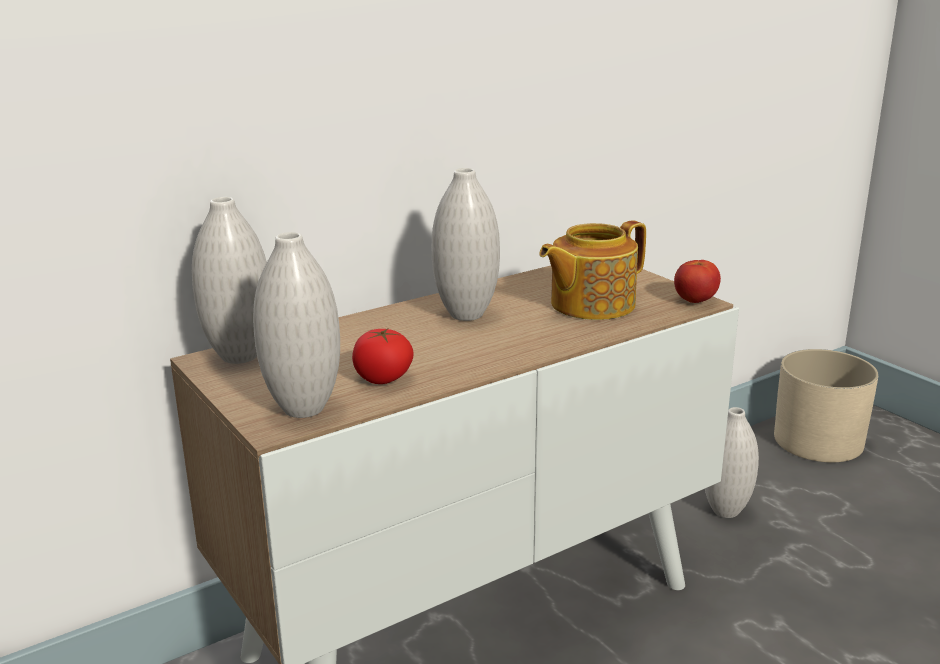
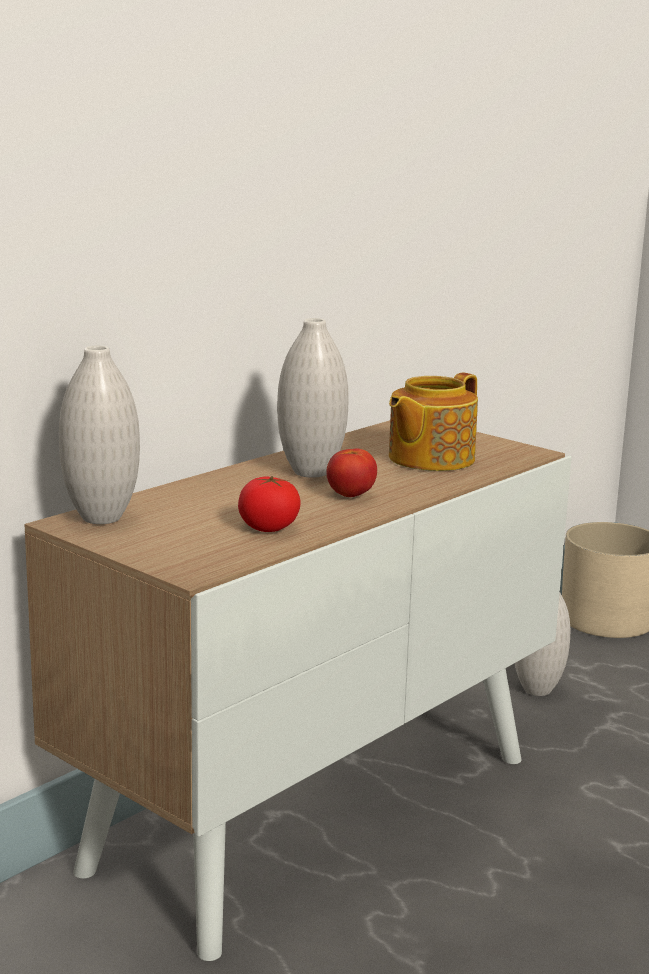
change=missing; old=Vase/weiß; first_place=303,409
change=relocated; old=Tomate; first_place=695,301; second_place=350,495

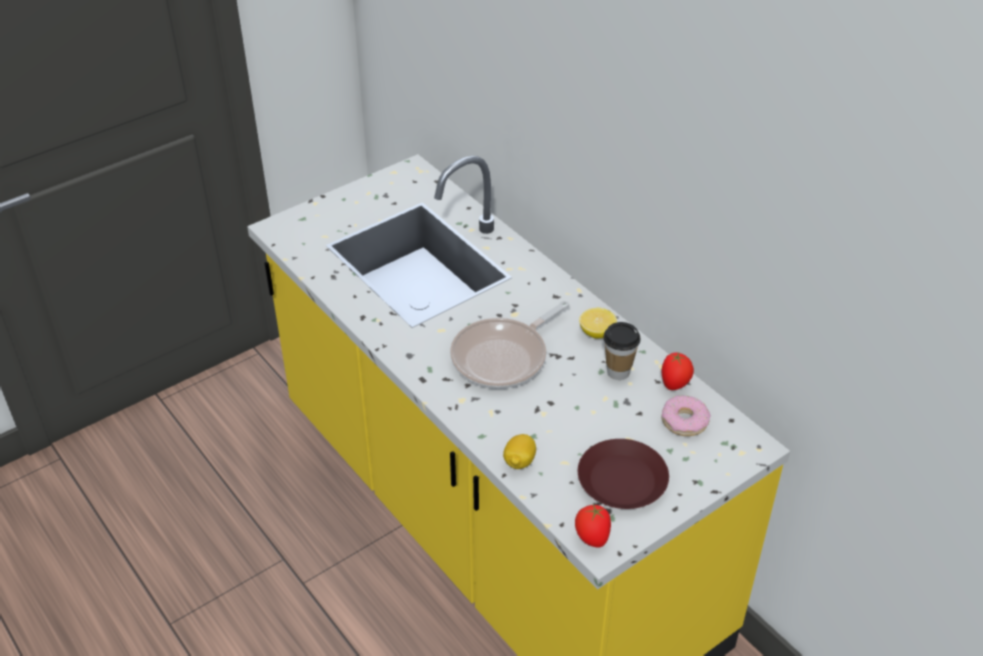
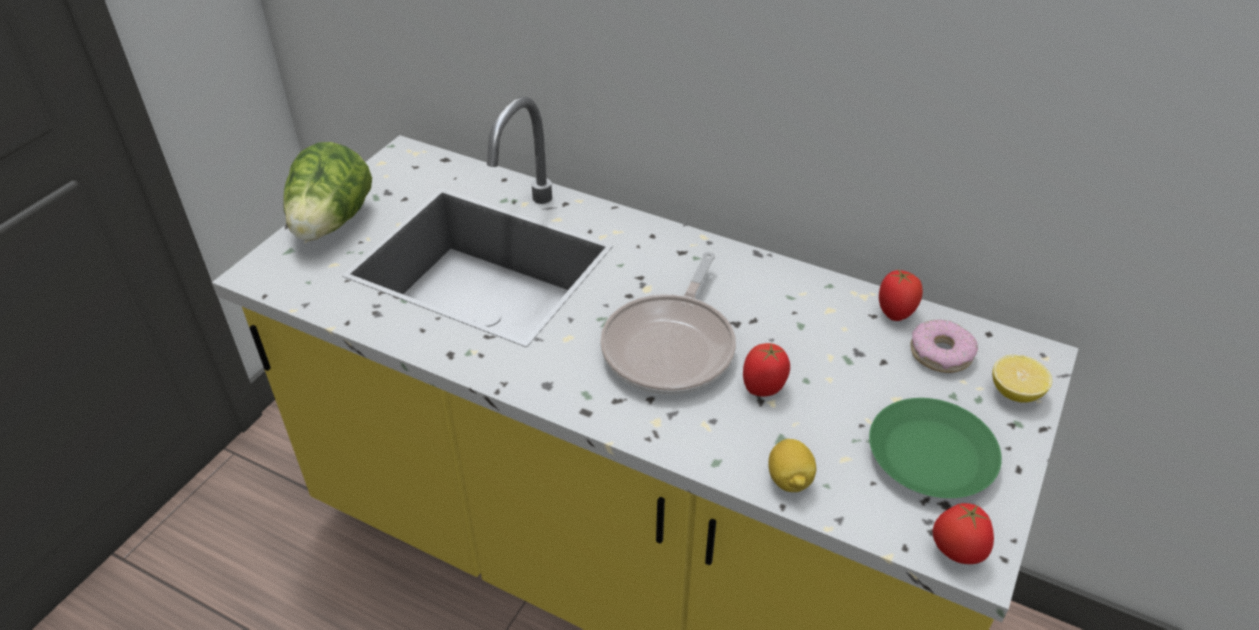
change=relocated; old=Zitrone; first_place=597,333; second_place=1015,393
change=missing; old=Tasse; first_place=618,372
change=colour; old=Teller/braun; new=Teller/grün; first_place=621,480; second_place=929,456
change=appeared; new=Salatkopf; second_place=331,224
change=appeared; new=Tomate; second_place=764,388

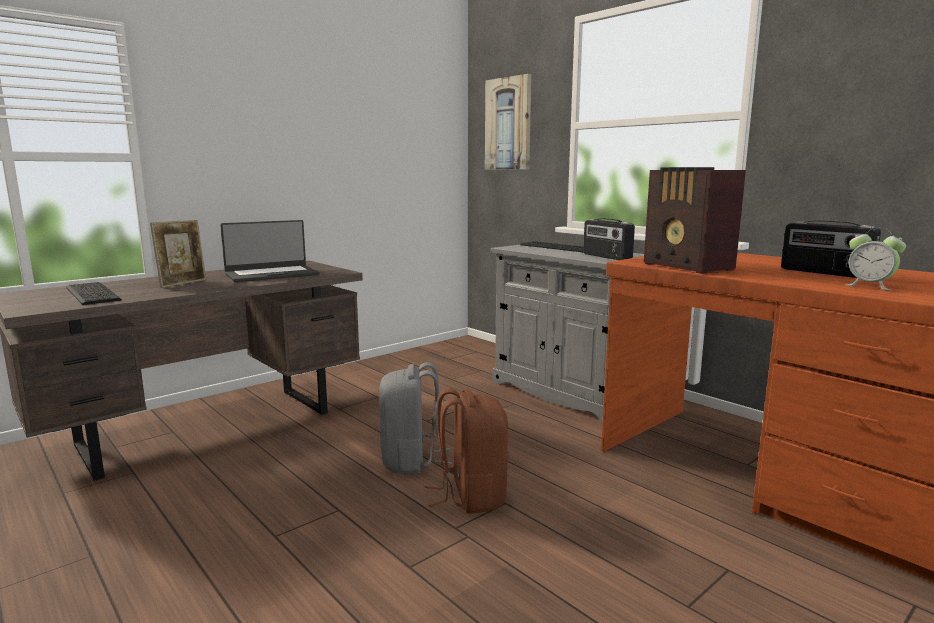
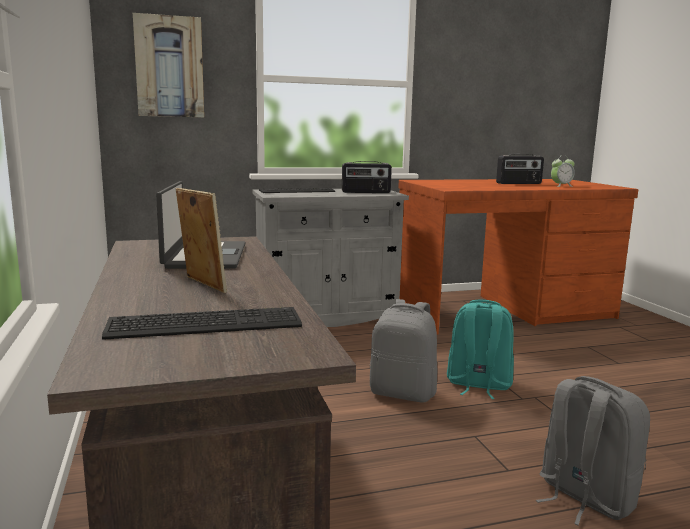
change=missing; old=Radio; first_place=688,267
change=colour; old=Rucksack/braun; new=Rucksack/türkis; first_place=470,495; second_place=478,384
change=appeared; new=Rucksack/grau; second_place=584,497

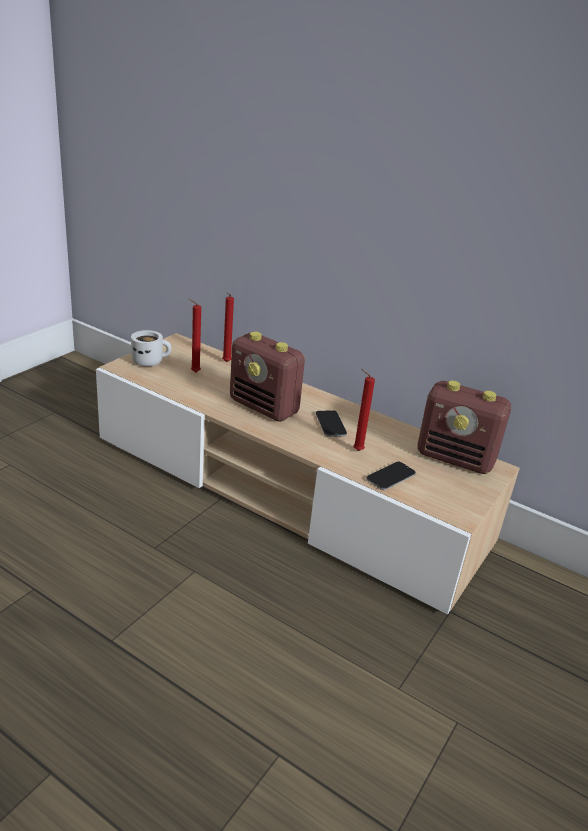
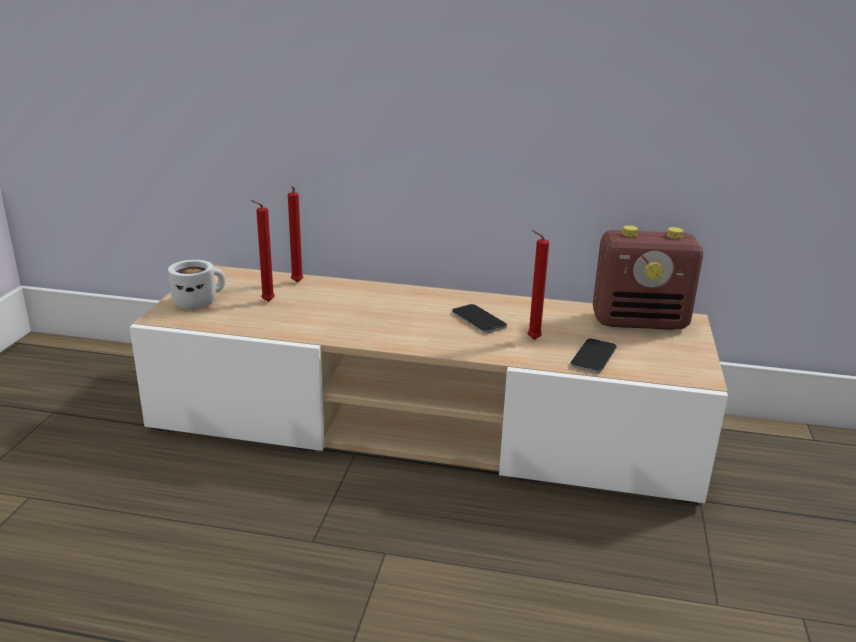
change=missing; old=Radio; first_place=264,407

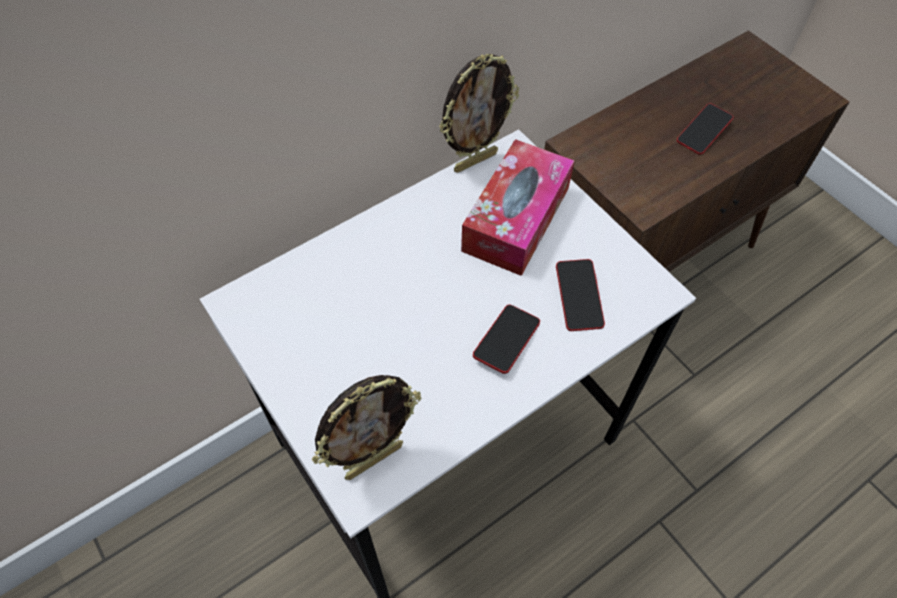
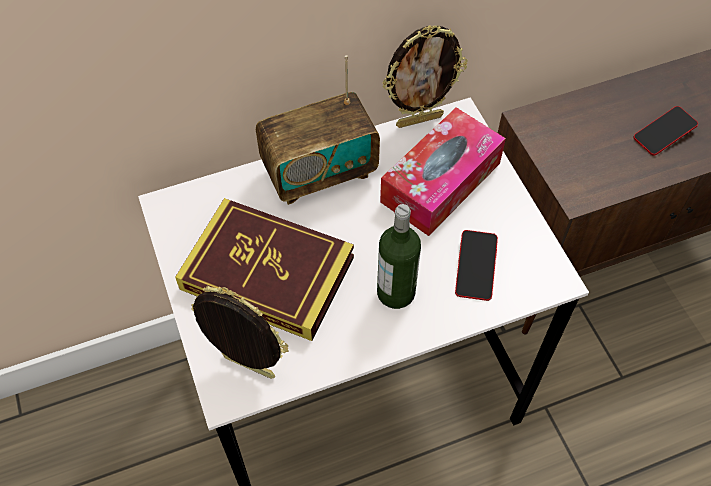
change=exchanged; old=Handy; new=Flasche; first_place=506,341; second_place=396,292
change=spun; old=Bilderrahmen; first_place=373,459; second_place=247,368; degrees=-135
change=appeared; new=Radio; second_place=319,172
change=appeared; new=Buch; second_place=267,273

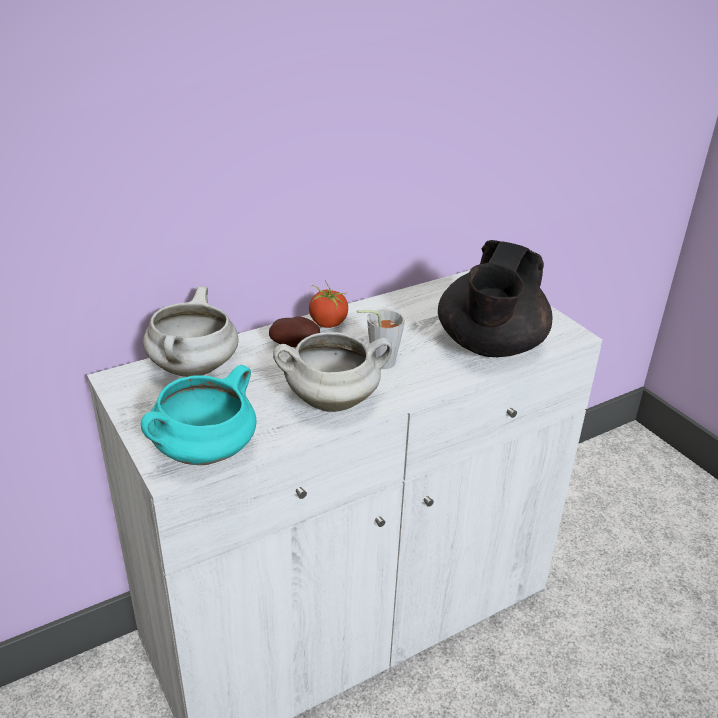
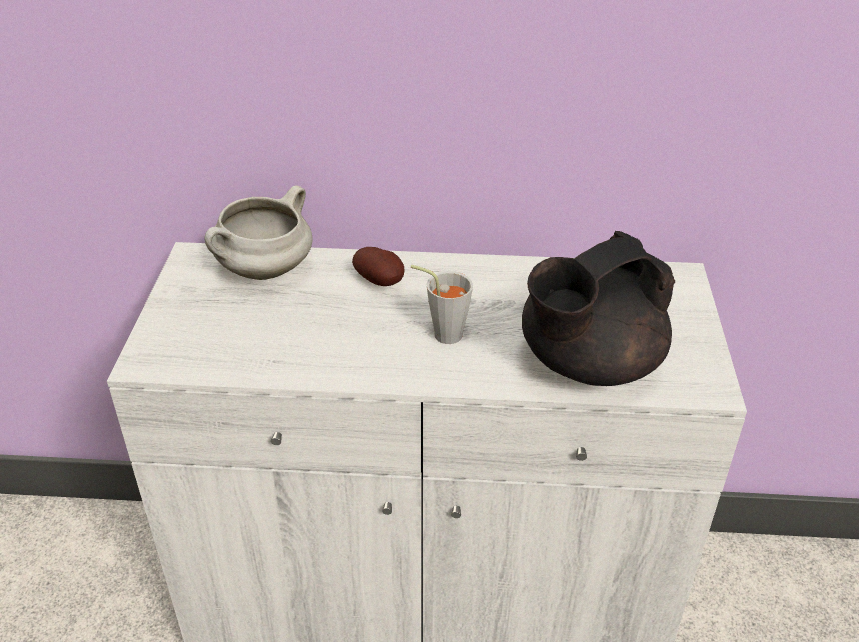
change=missing; old=Tomate; first_place=328,323
change=missing; old=Kochtopf/weiß; first_place=333,401
change=missing; old=Kochtopf/türkis; first_place=204,454

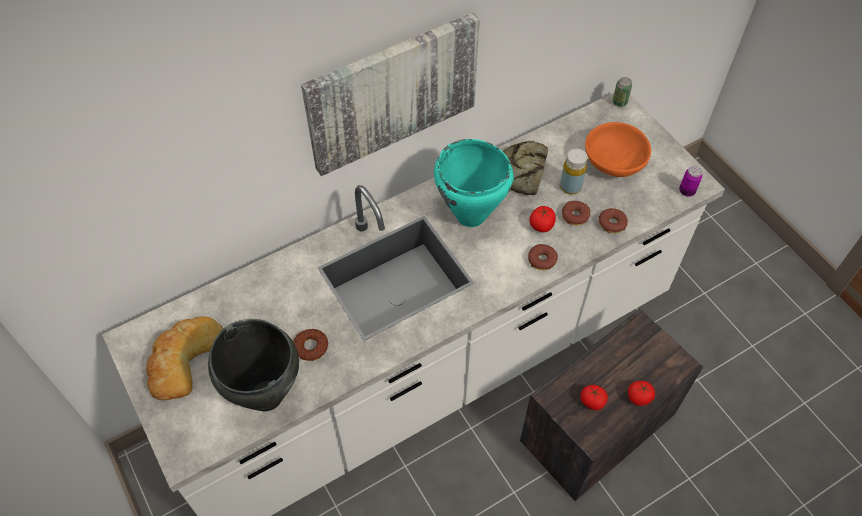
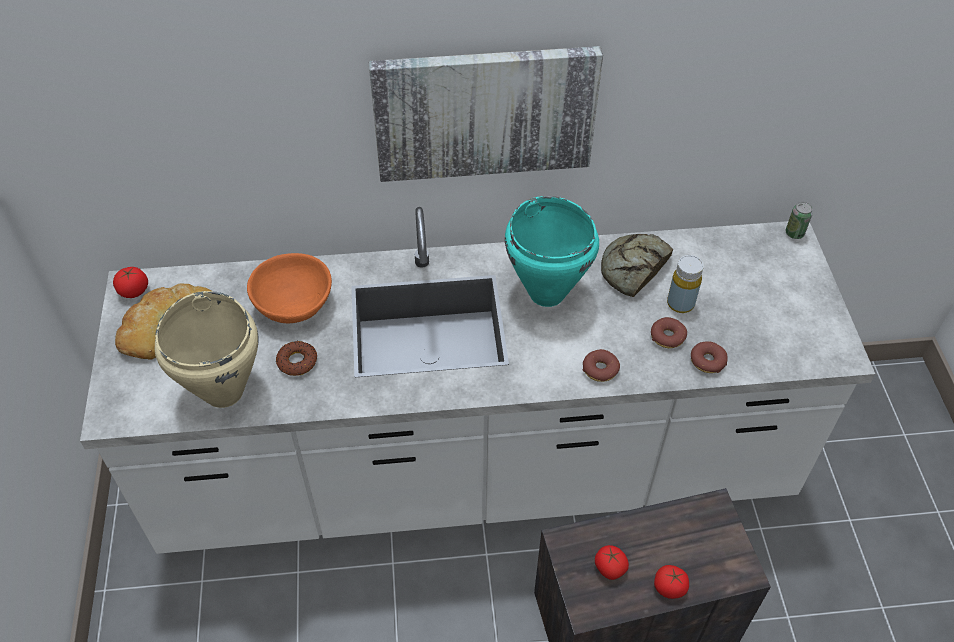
change=relocated; old=Schüssel/orange; first_place=614,163; second_place=294,305
change=missing; old=Dose; first_place=687,191
change=relocated; old=Tomate; first_place=541,225; second_place=134,291
change=colour; old=Kochtopf/schwarz; new=Kochtopf/beige; first_place=266,397; second_place=223,392

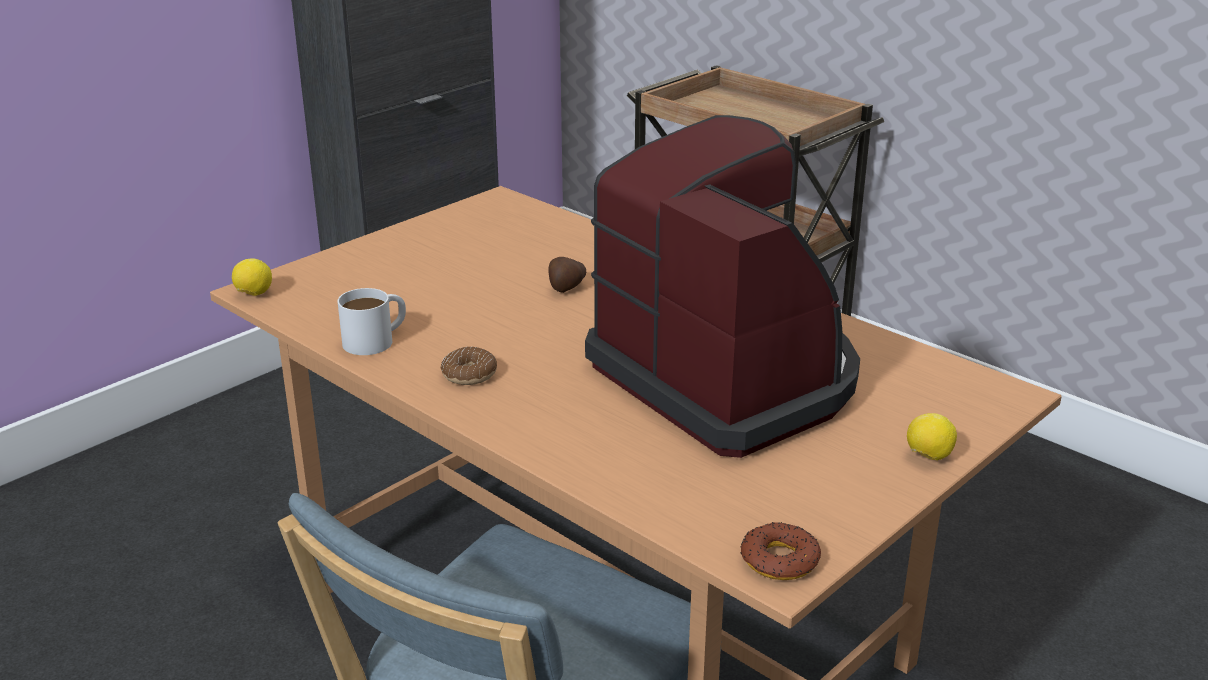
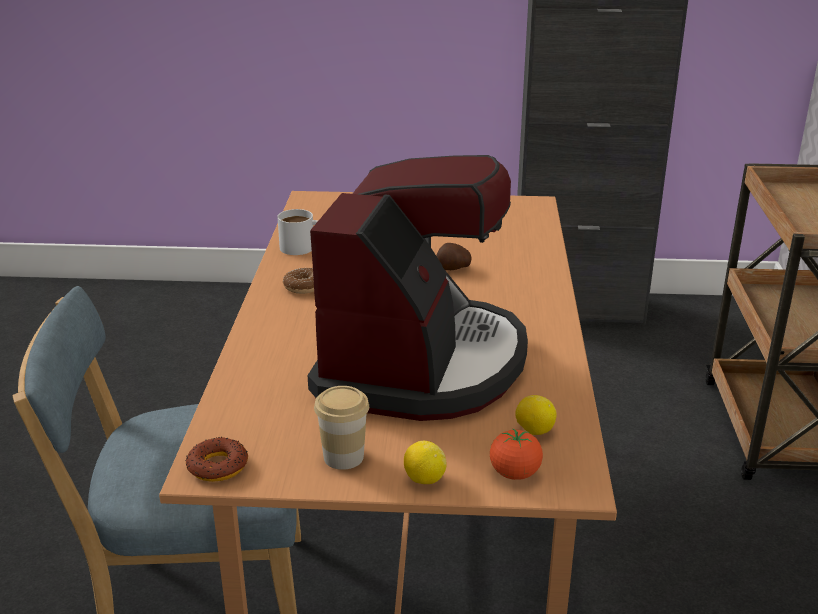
change=relocated; old=Zitrone; first_place=254,294; second_place=534,431
change=appeared; new=Tasse; second_place=343,457
change=appeared; new=Tomate; second_place=514,473

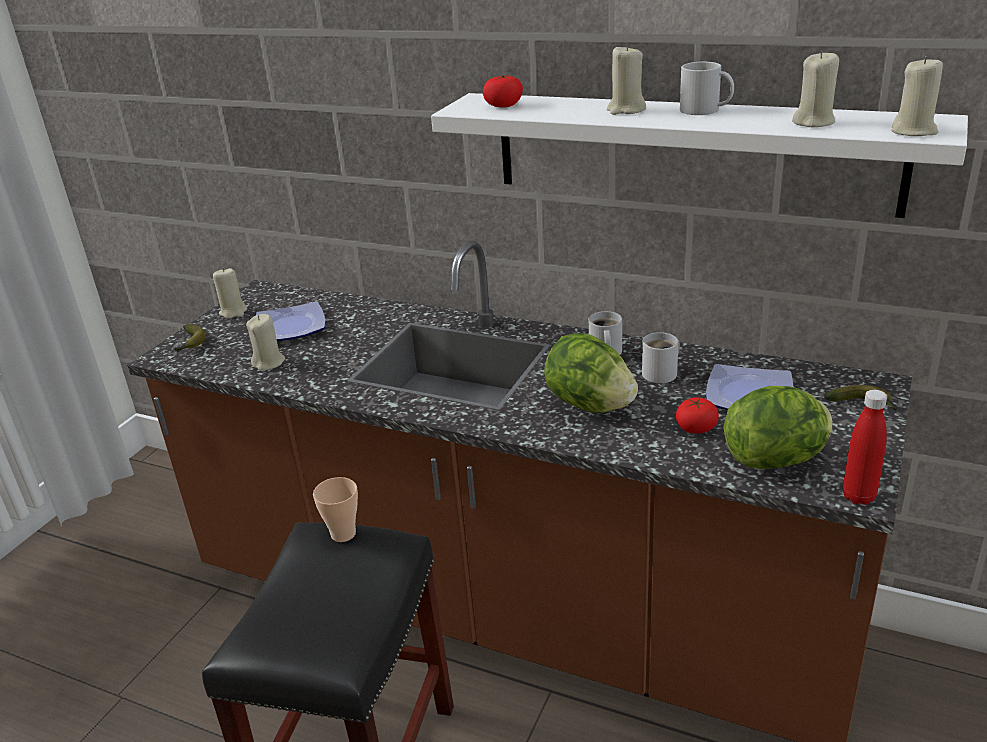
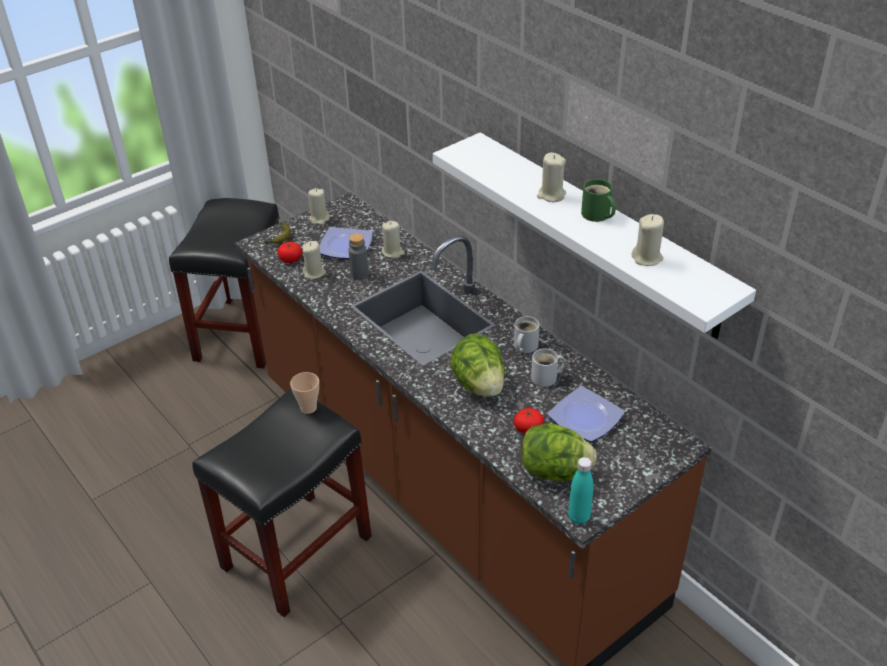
change=relocated; old=Kerze/beige; first_place=914,131; second_place=393,252
change=colour; old=Henkelbecher/weiß; new=Henkelbecher/grün; first_place=703,110; second_place=596,215
change=relocated; old=Tomate; first_place=503,105; second_place=290,259
change=missing; old=Banane; first_place=863,405
change=colour; old=Flasche/rot; new=Flasche/türkis; first_place=858,496; second_place=578,517
change=appeared; new=Hocker/schwarz; second_place=244,333
change=appeared; new=Flasche/grau; second_place=359,274

